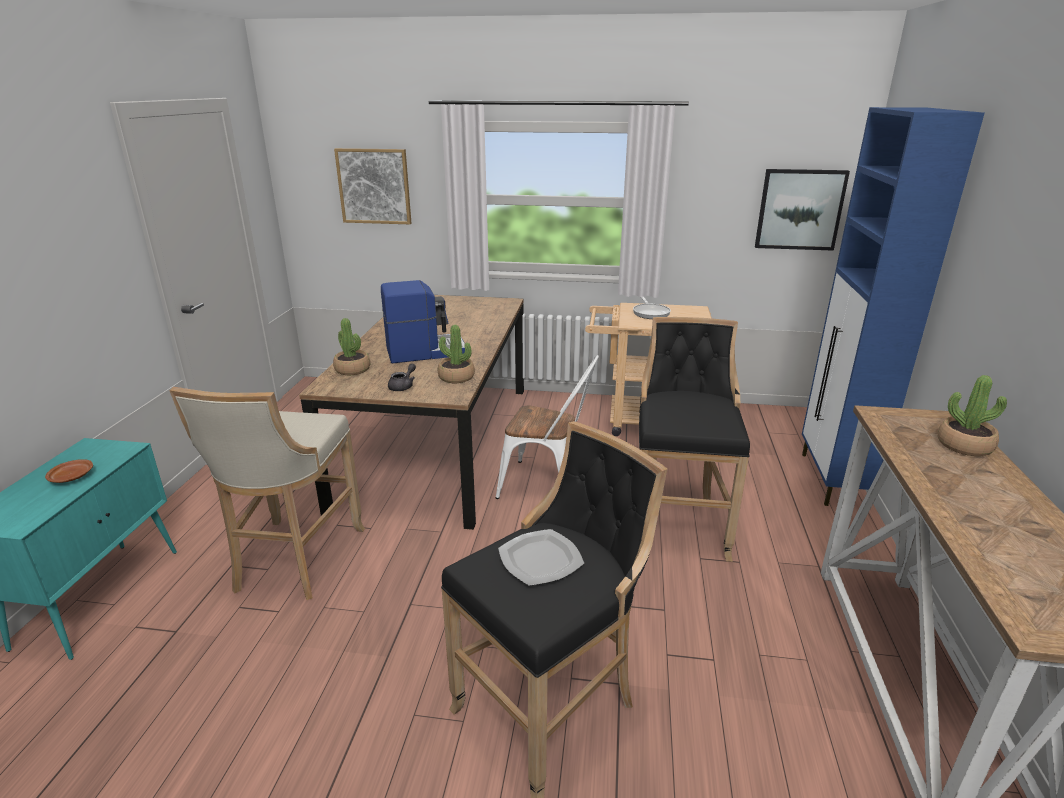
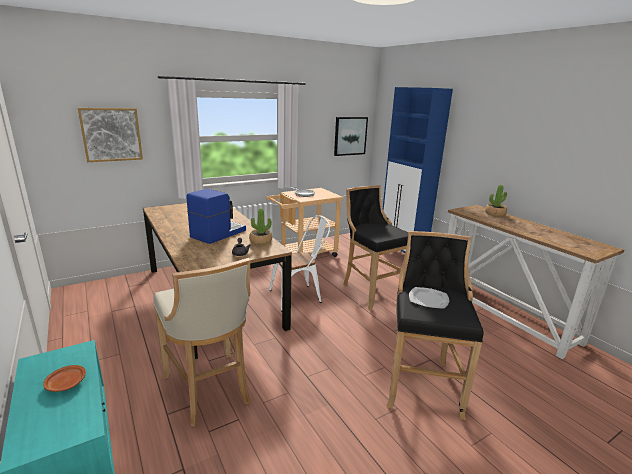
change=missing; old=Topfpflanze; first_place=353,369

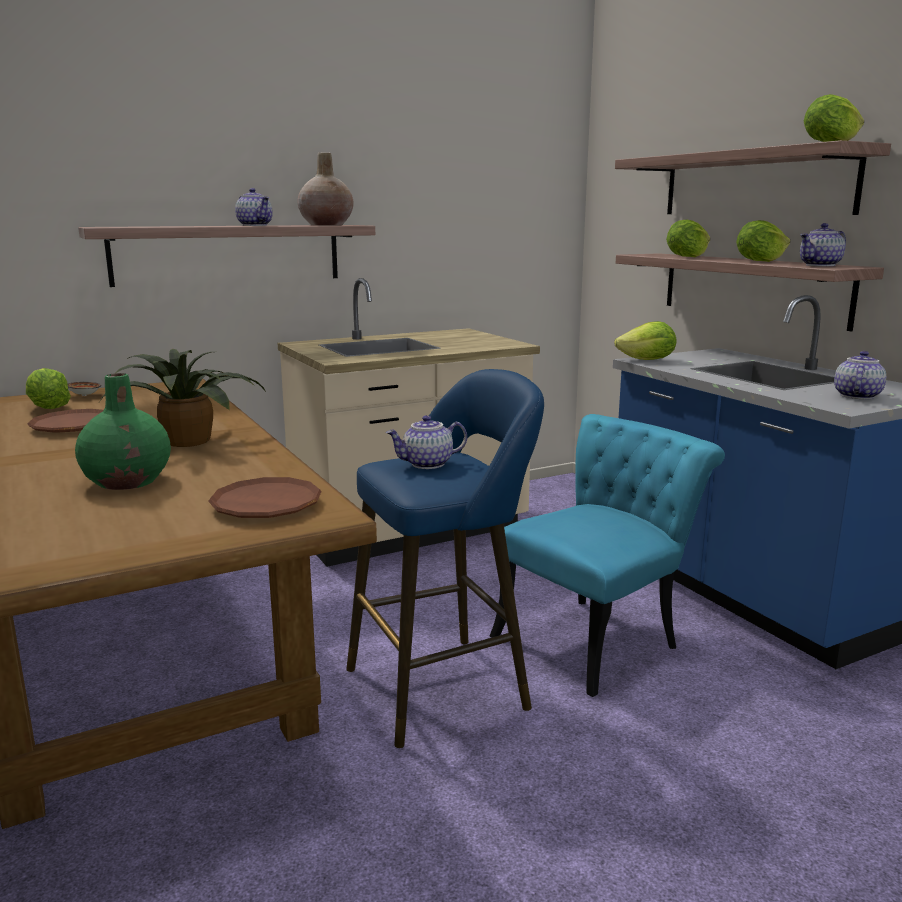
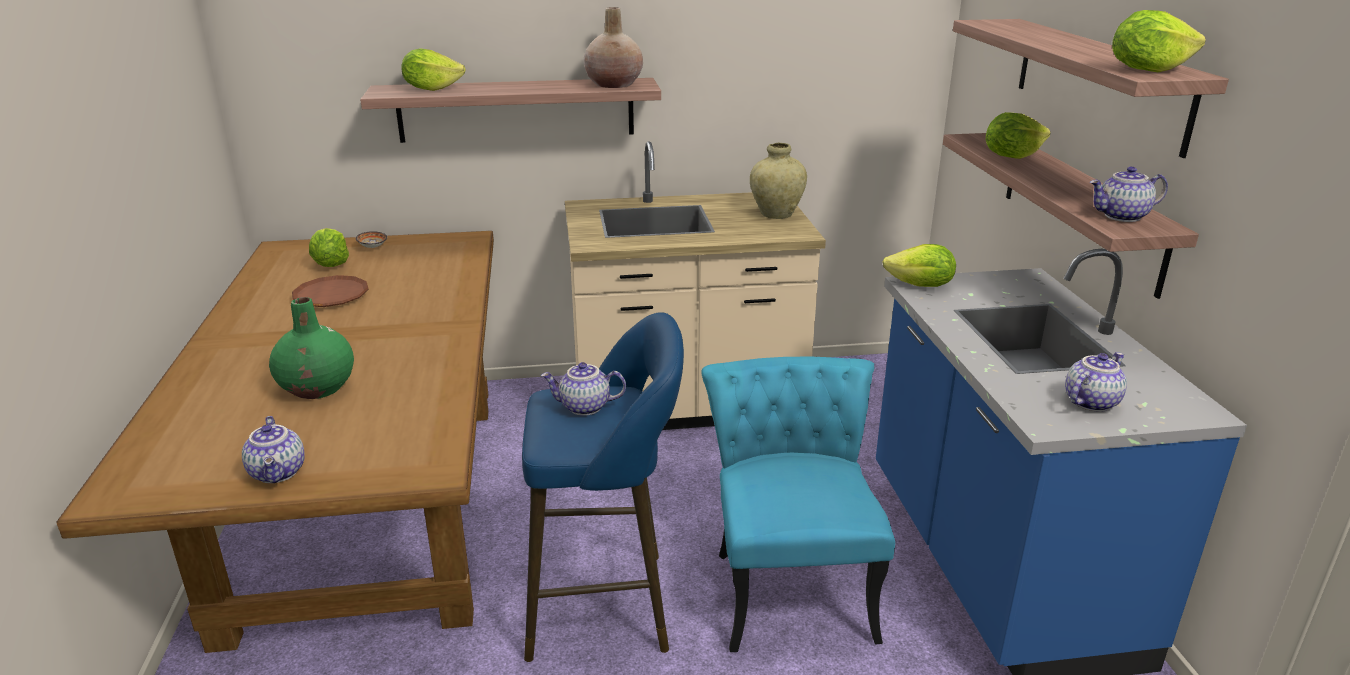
change=relocated; old=Teekanne; first_place=256,225; second_place=279,473
change=relocated; old=Salatkopf; first_place=759,261; second_place=431,89
change=missing; old=Topfpflanze; first_place=191,440
change=spun; old=Stuhl/türkis; first_place=597,637; second_place=789,582; degrees=-75
change=missing; old=Teller/braun; first_place=266,505
change=appeared; new=Vase/beige; second_place=776,214

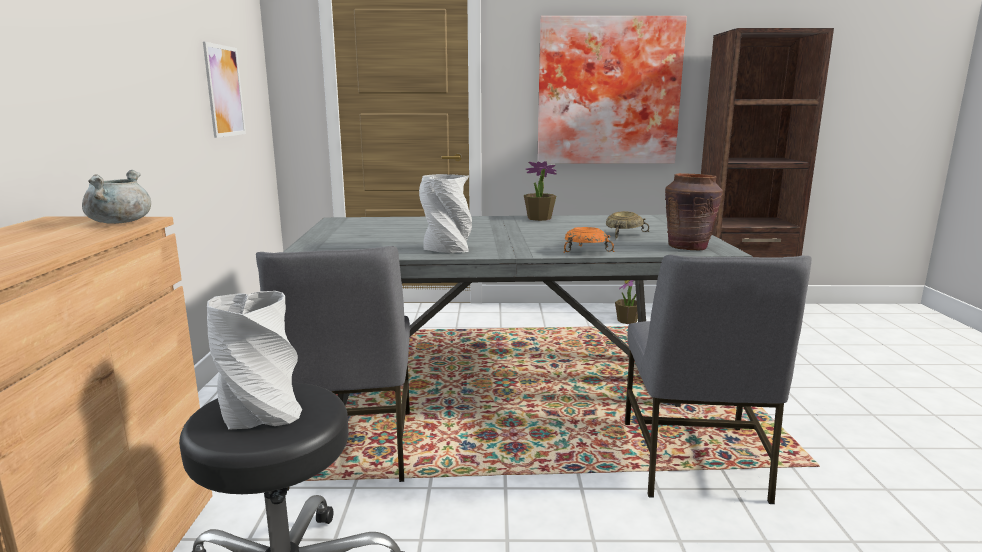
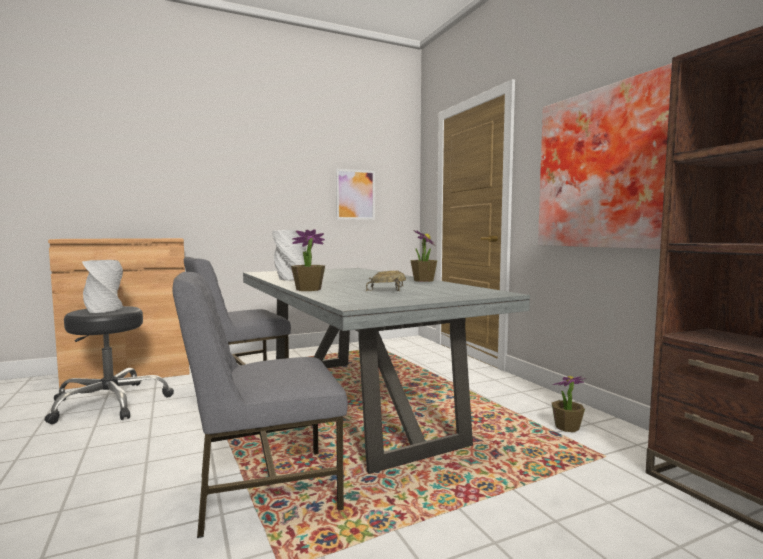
change=missing; old=Kochtopf/grau; first_place=120,222
change=missing; old=Vase/braun; first_place=688,247
change=exchanged; old=Schüssel/orange; new=Topfpflanze; first_place=586,252; second_place=308,289

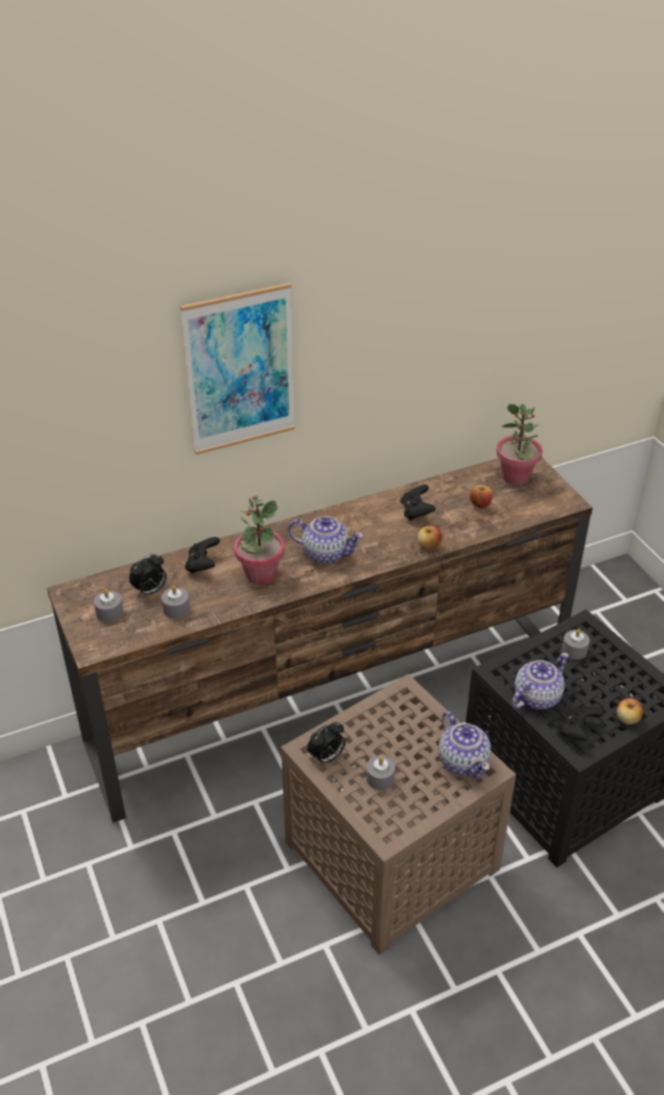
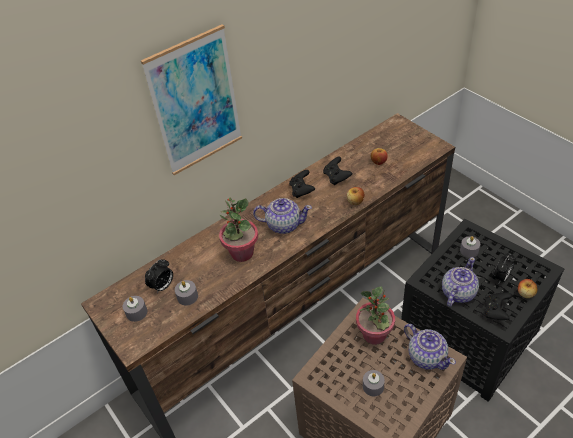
change=relocated; old=Topfpflanze; first_place=516,477; second_place=374,335
change=relocated; old=Gamepad/schwarz; first_place=203,565; second_place=302,191
change=relocated; old=Wecker; first_place=327,757; second_place=501,278

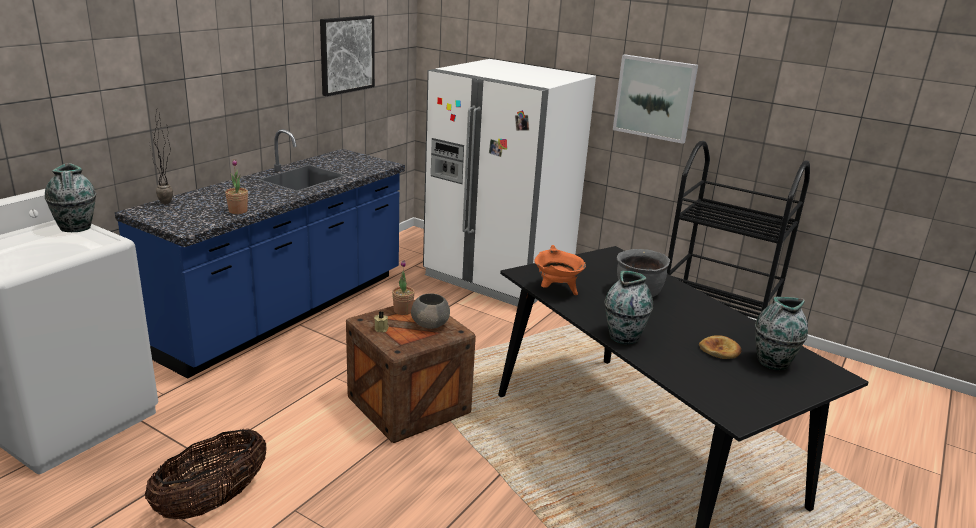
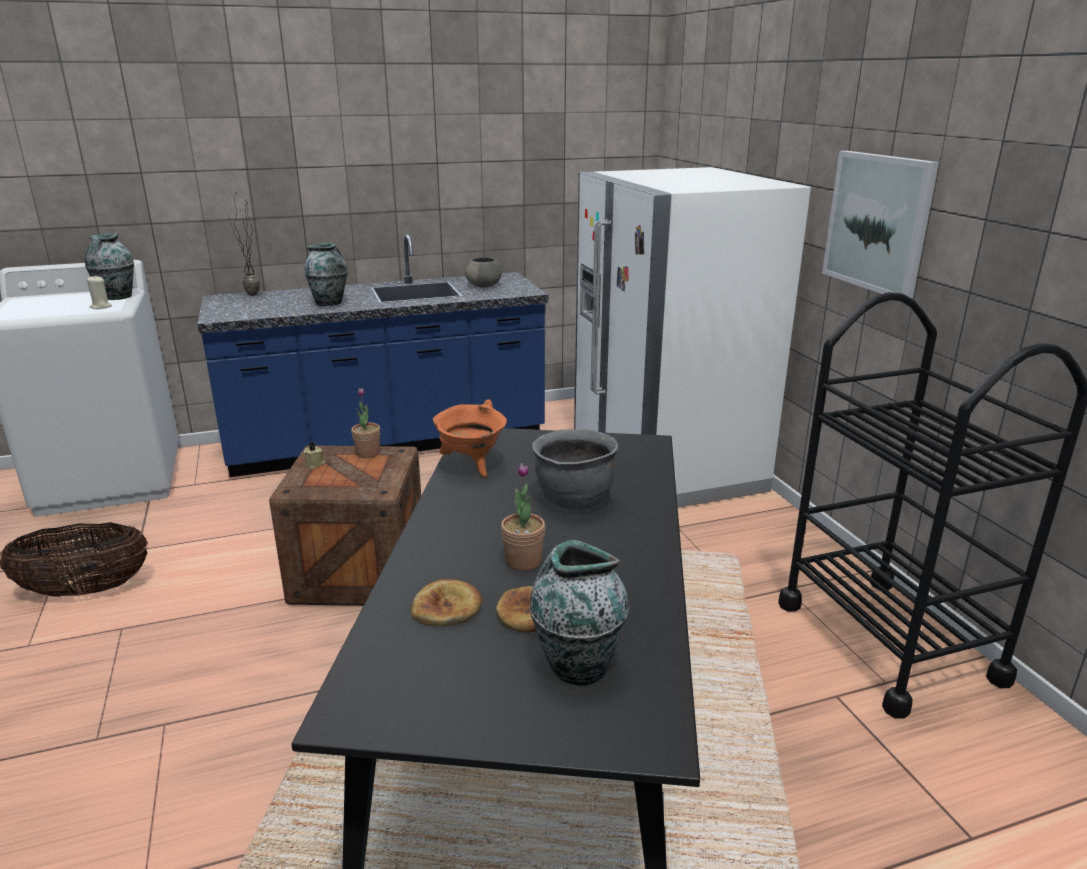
change=missing; old=Bild; first_place=346,54
change=relocated; old=Topfpflanze; first_place=238,211; second_place=523,561
change=relocated; old=Vase; first_place=624,336; second_place=329,303
change=relocated; old=Schüssel/grau; first_place=430,324; second_place=484,286
change=appeared; new=Kerze/beige; second_place=101,307
change=appeared; new=Brot; second_place=447,608

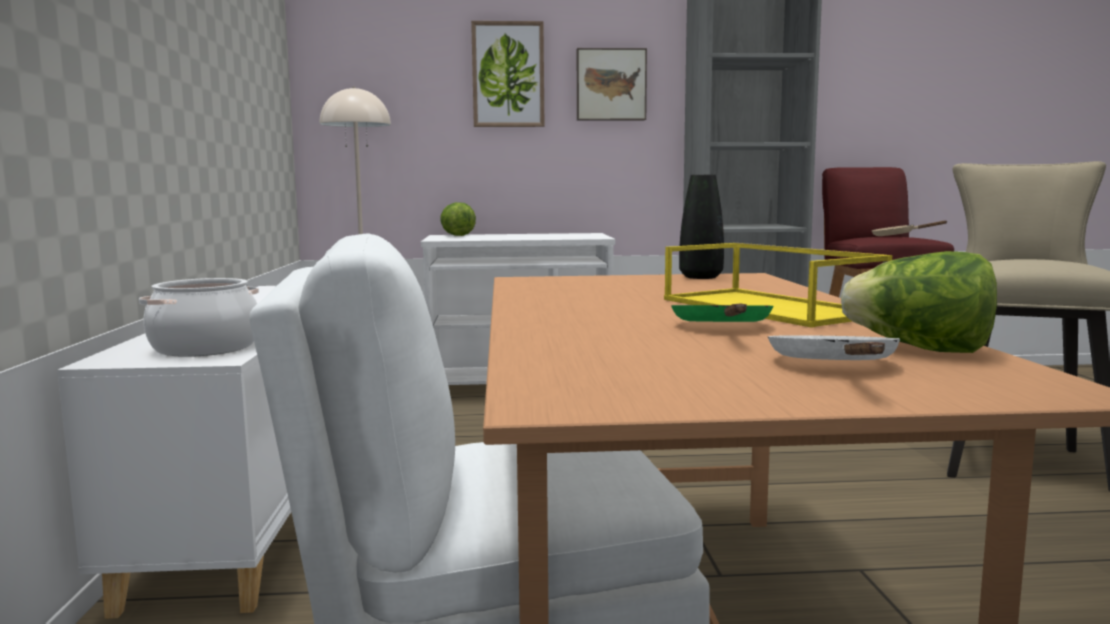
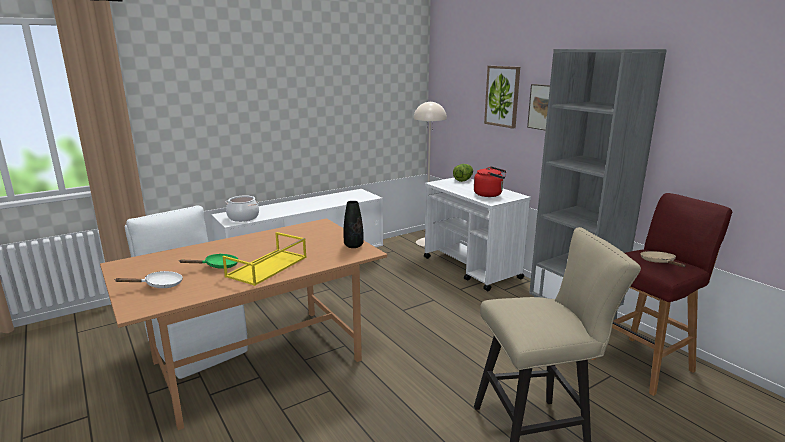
change=missing; old=Salatkopf; first_place=920,349
change=appeared; new=Wasserkessel/rot; second_place=490,194

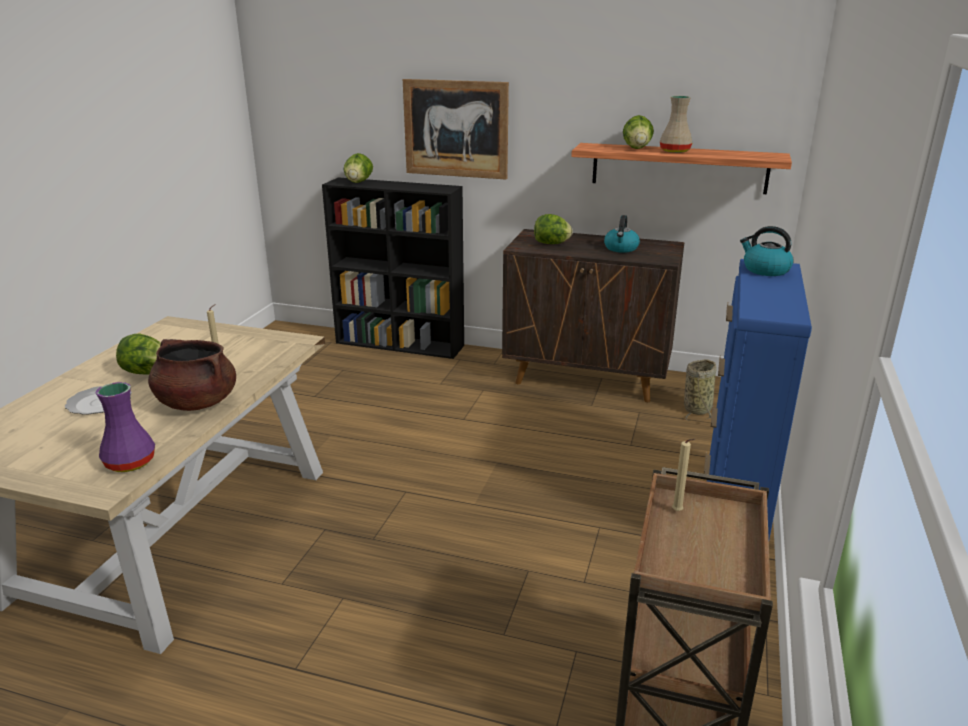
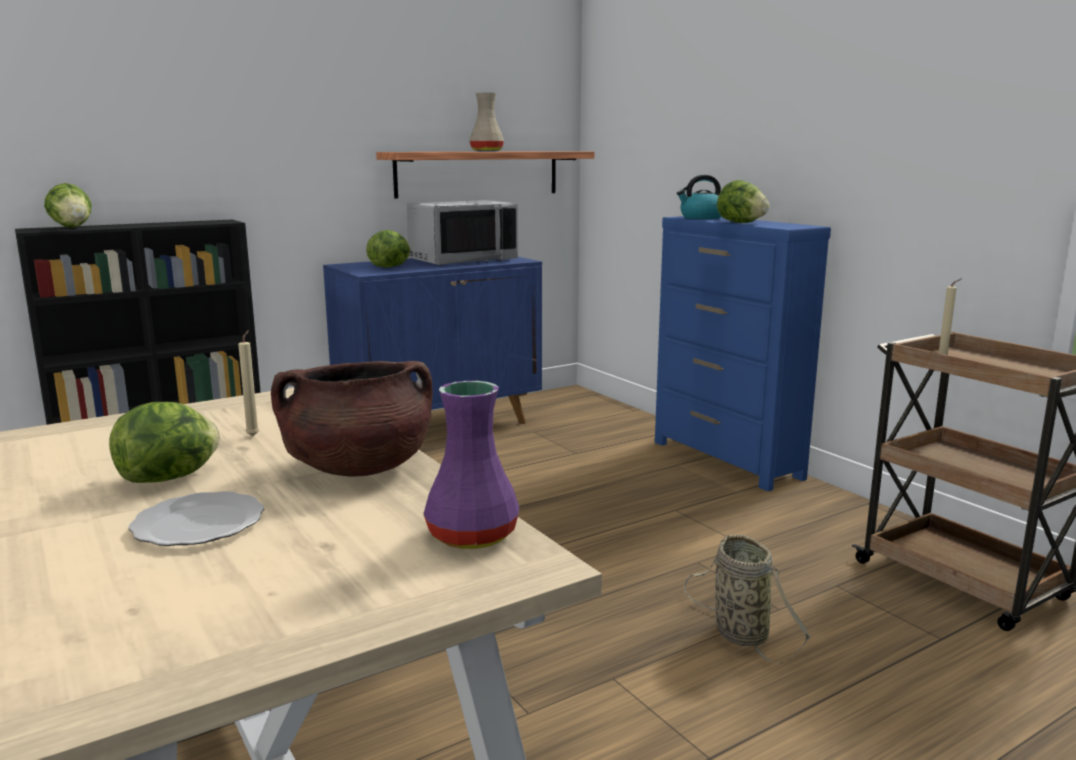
change=missing; old=Bild; first_place=456,129
change=relocated; old=Salatkopf; first_place=637,148; second_place=741,223
change=exchanged; old=Wasserkessel; new=Mikrowelle/grau; first_place=621,248; second_place=462,260
change=colour; old=Schrank/braun; new=Schrank/blau; first_place=588,378; second_place=440,426
change=relocated; old=Korb; first_place=698,408; second_place=738,631

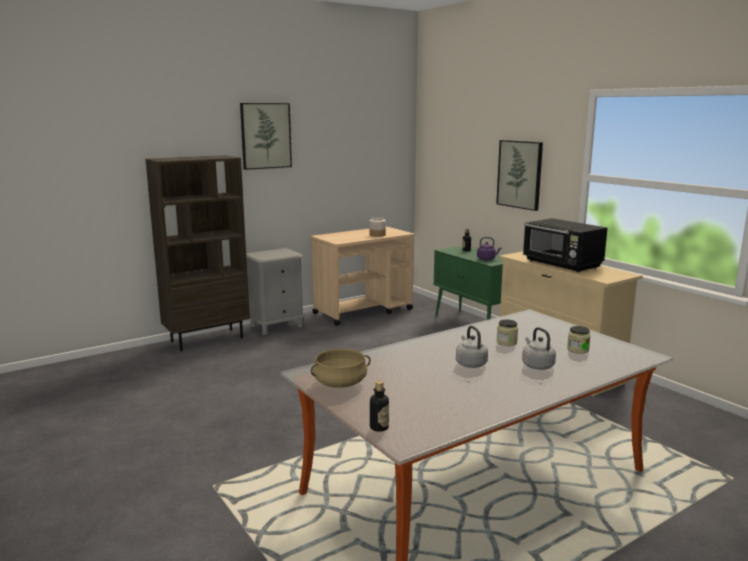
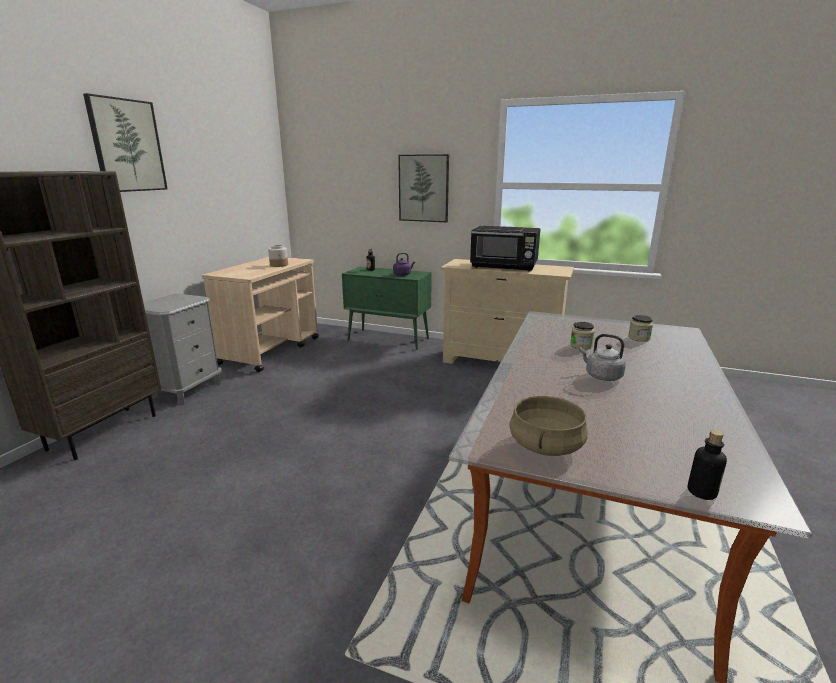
change=missing; old=Wasserkessel/grau; first_place=537,365

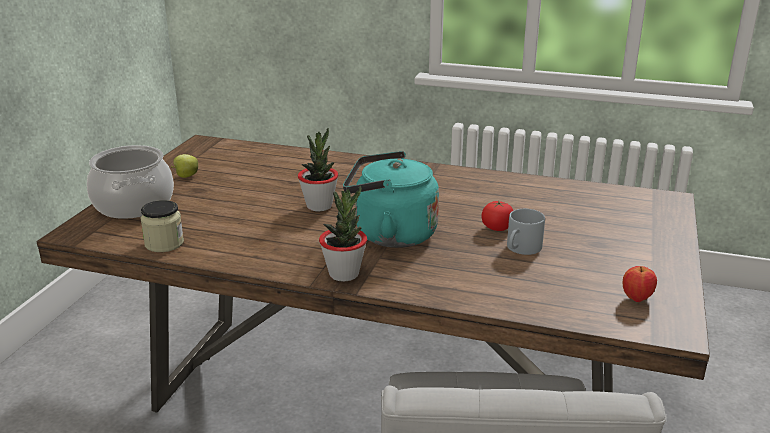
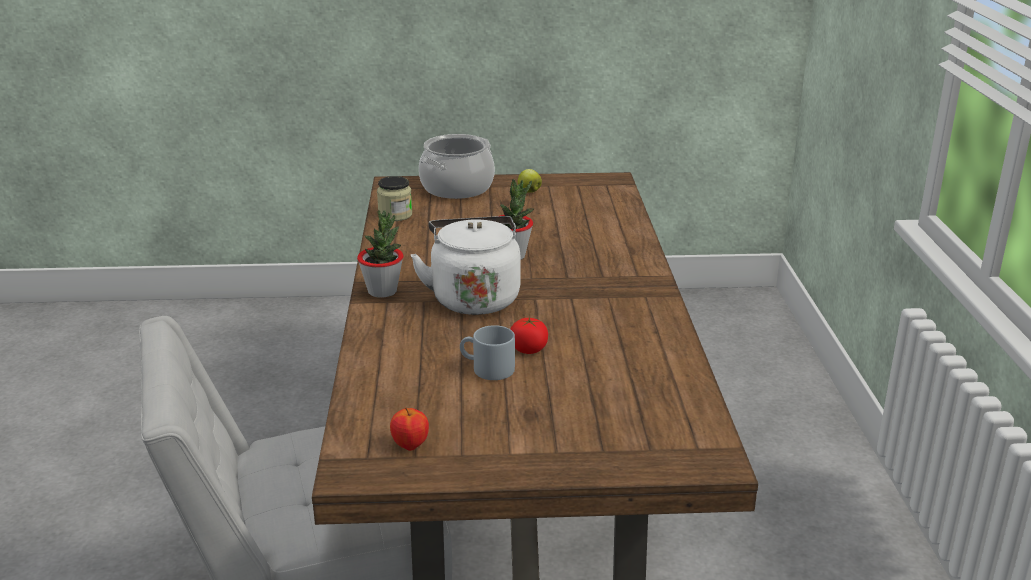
change=colour; old=Wasserkessel/türkis; new=Wasserkessel/weiß; first_place=390,234; second_place=474,298

